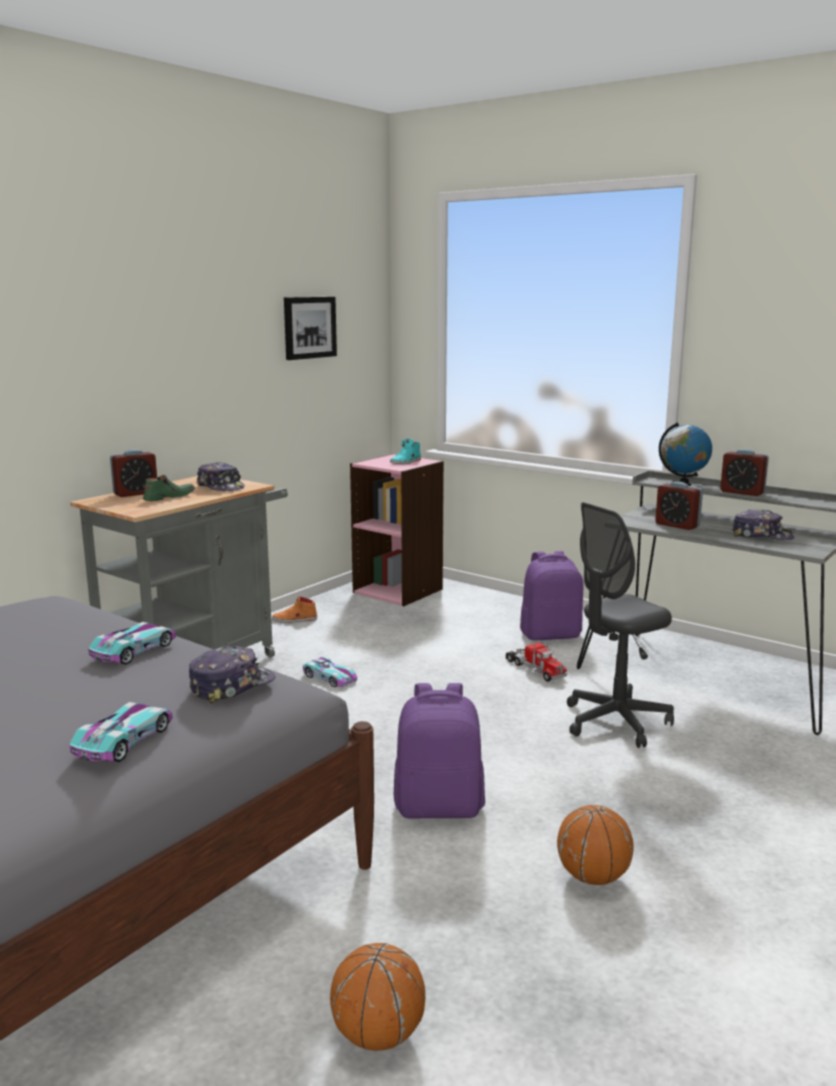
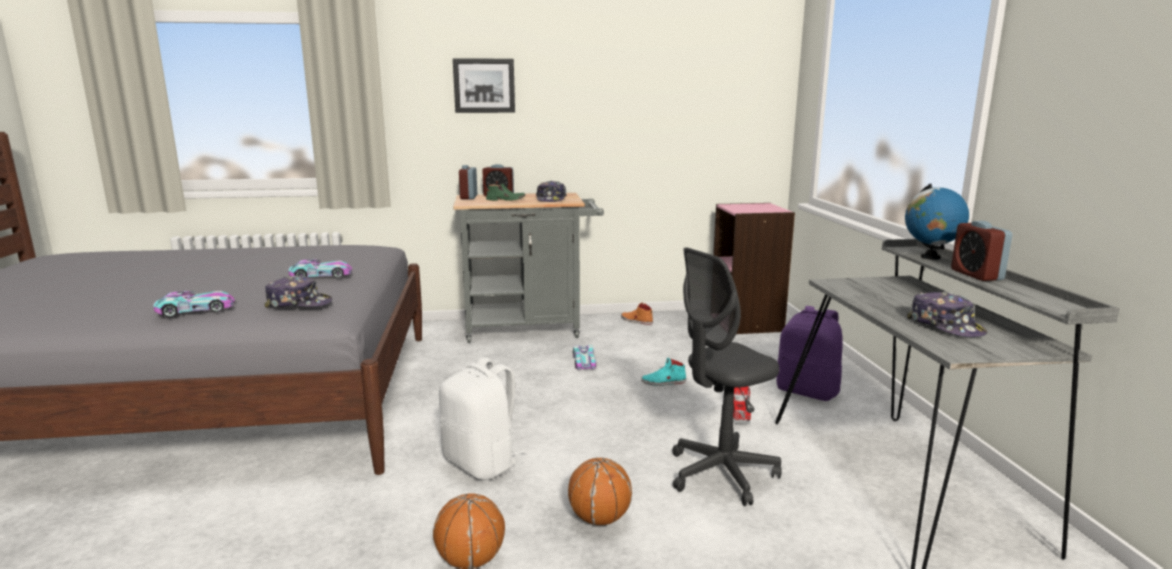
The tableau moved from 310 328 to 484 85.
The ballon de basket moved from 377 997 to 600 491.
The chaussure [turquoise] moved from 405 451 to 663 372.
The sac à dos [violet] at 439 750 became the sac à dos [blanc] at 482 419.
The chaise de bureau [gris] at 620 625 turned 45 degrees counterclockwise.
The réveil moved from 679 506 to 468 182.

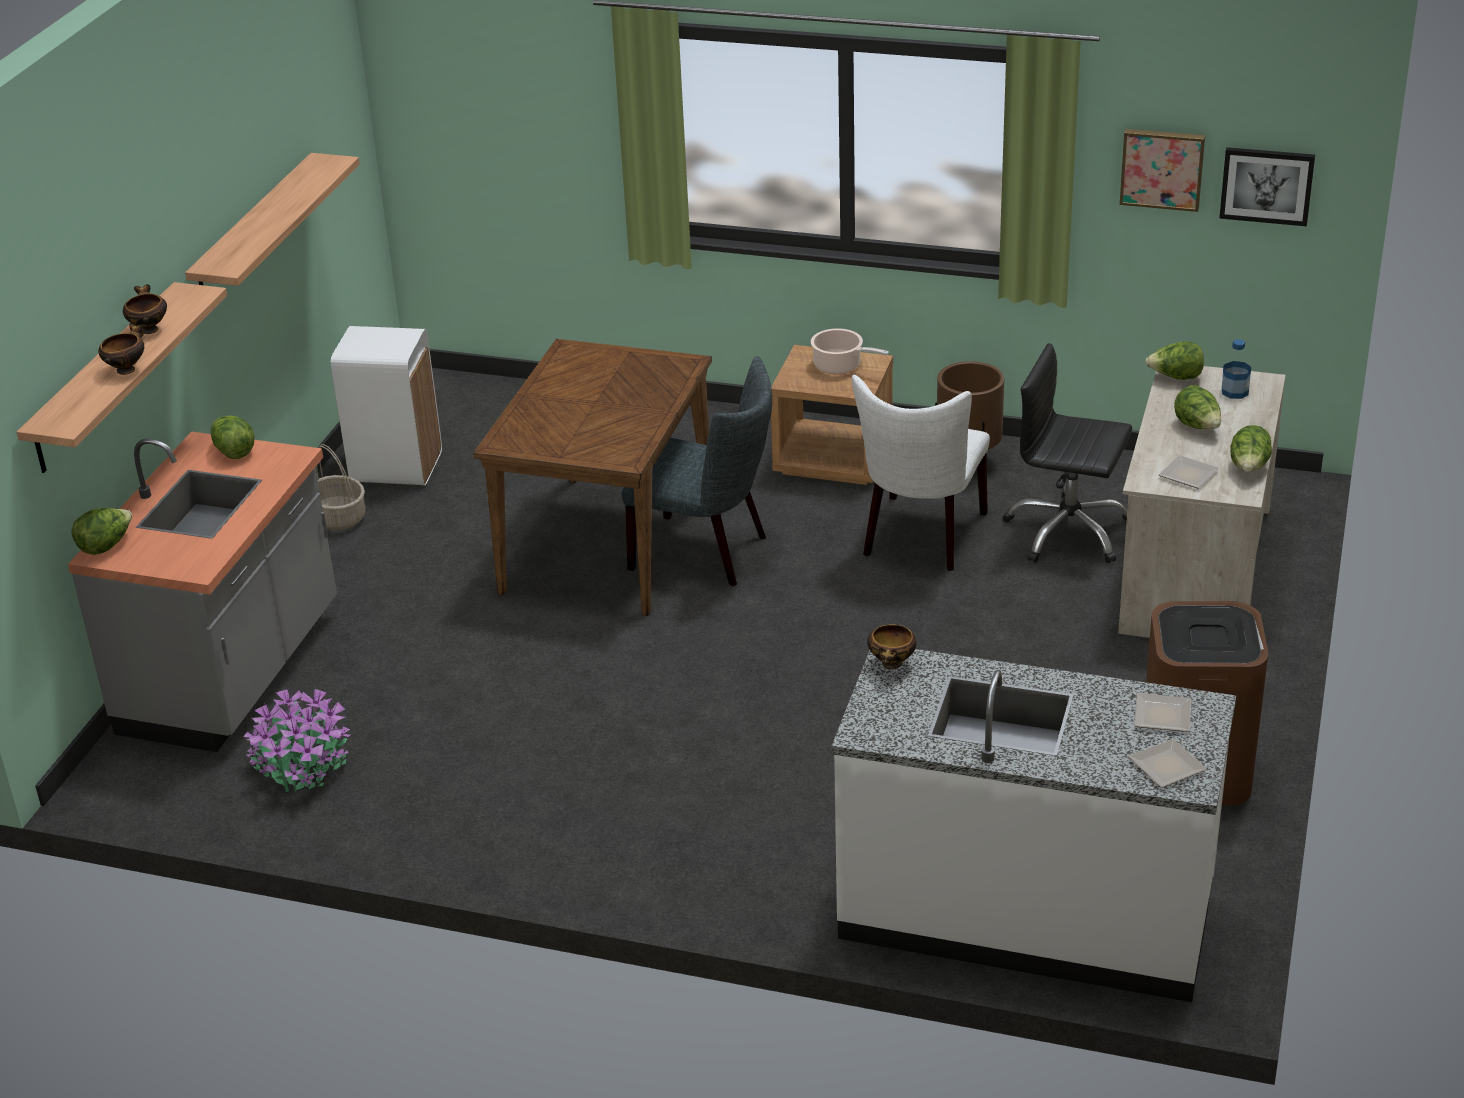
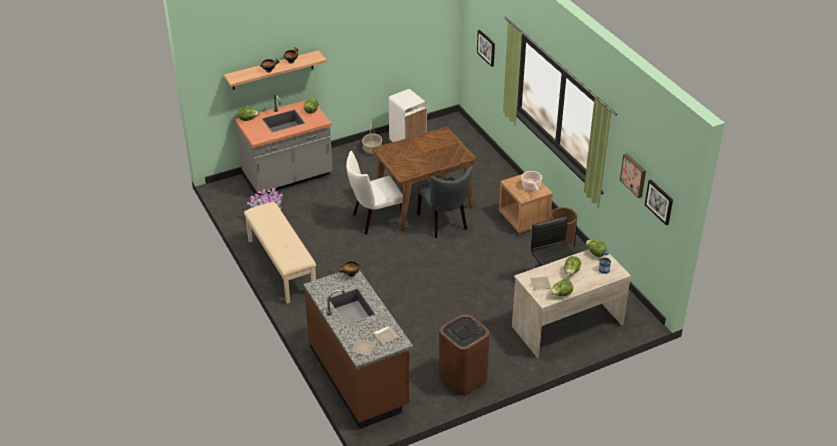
The étagère at 272 219 disappeared.
The comptoir de cuisine [blanc] at 1033 825 became the comptoir de cuisine [marron] at 358 349.
The chaise [blanc] moved from 921 473 to 374 193.
The banc [beige] at 280 253 appeared.
The tableau at 486 48 appeared.

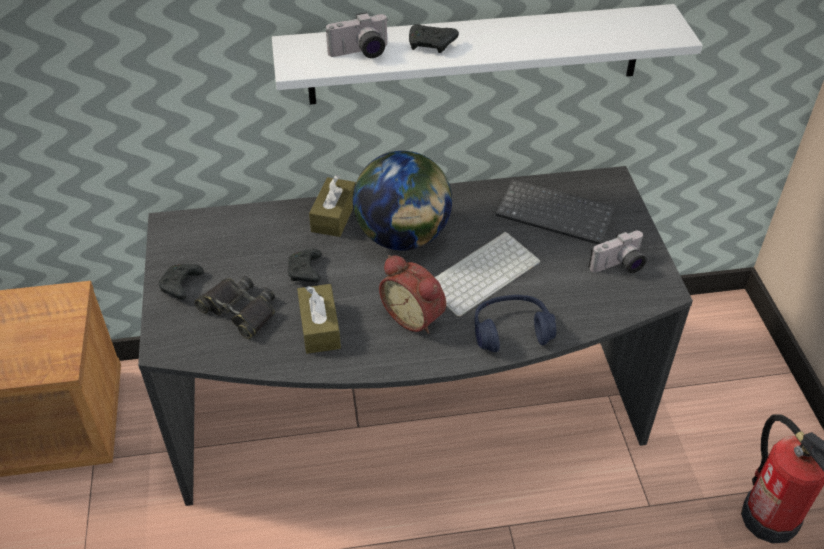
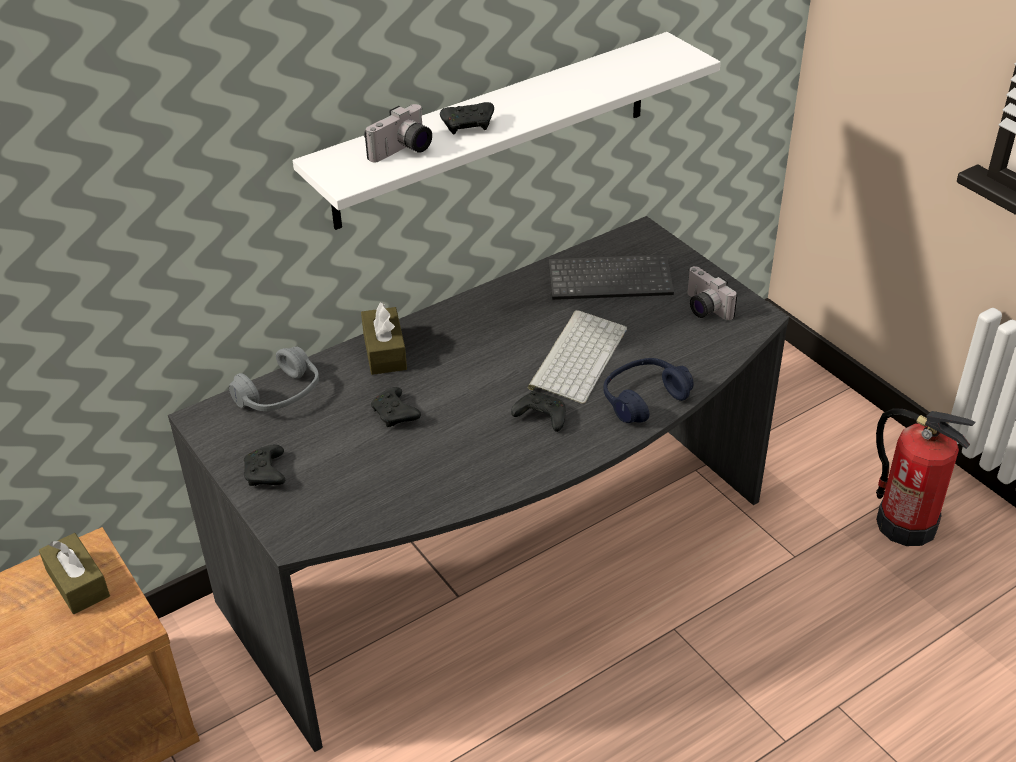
The jumelles [noir] at 235 307 disappeared.
The boîte à mouchoirs [marron] moved from 319 319 to 74 573.
The globe at 402 200 disappeared.
The réveil at 412 294 was replaced by the manette [noir] at 538 411.
The appareil photo at 617 252 turned 105 degrees clockwise.
The casque audio [gris] at 274 379 appeared.

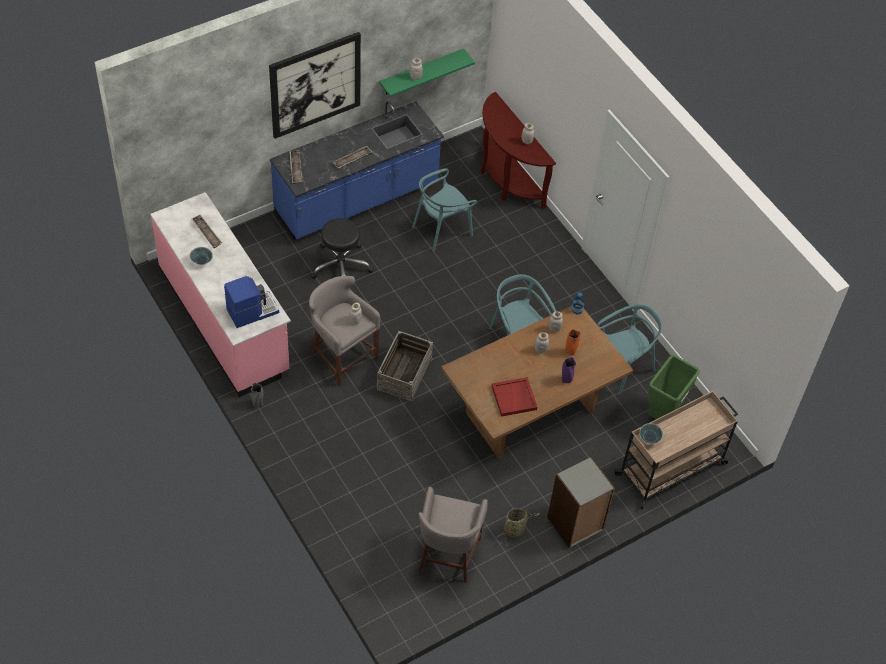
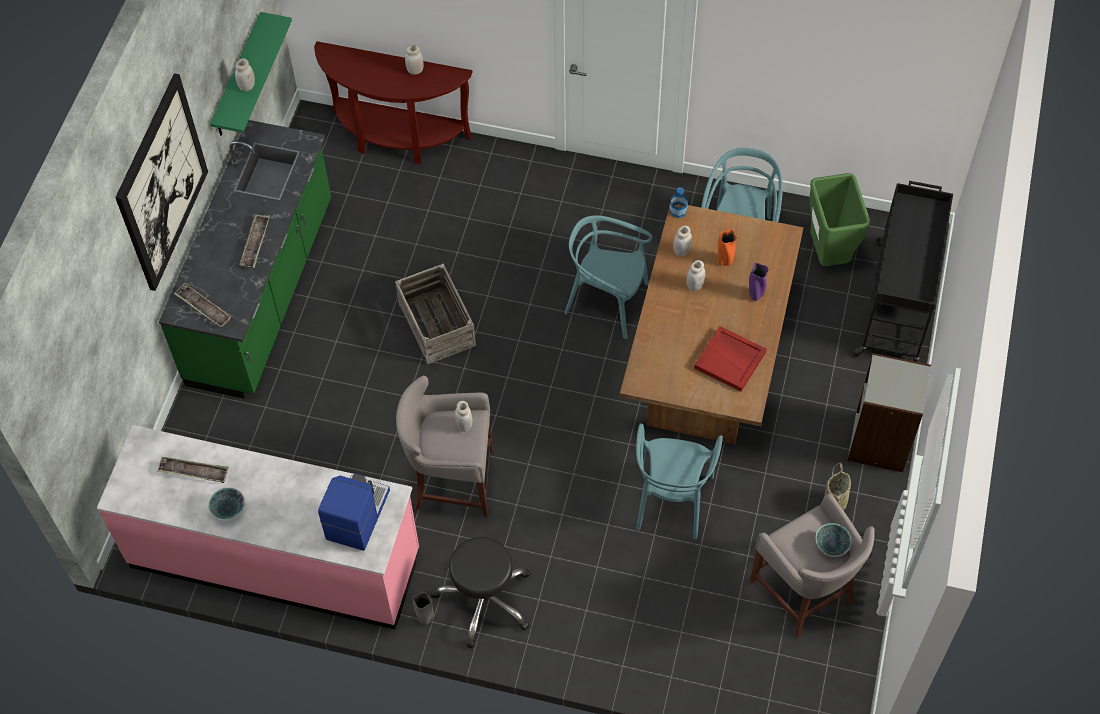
The comptoir de cuisine [bleu] at 357 170 became the comptoir de cuisine [vert] at 245 259.
The tabouret [noir] moved from 342 248 to 481 593.
The caisse moved from 405 366 to 436 313.
The chaise [turquoise] moved from 444 209 to 679 481.
The chariot [beige] at 676 450 became the chariot [noir] at 903 272.
The bol moved from 651 433 to 833 540.

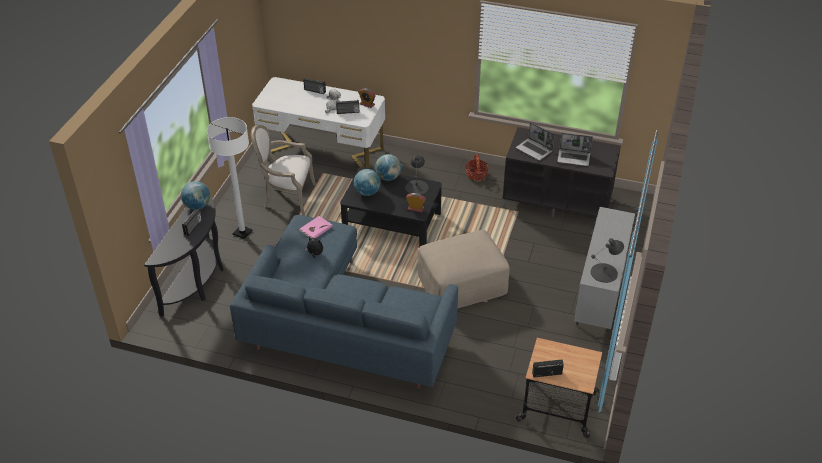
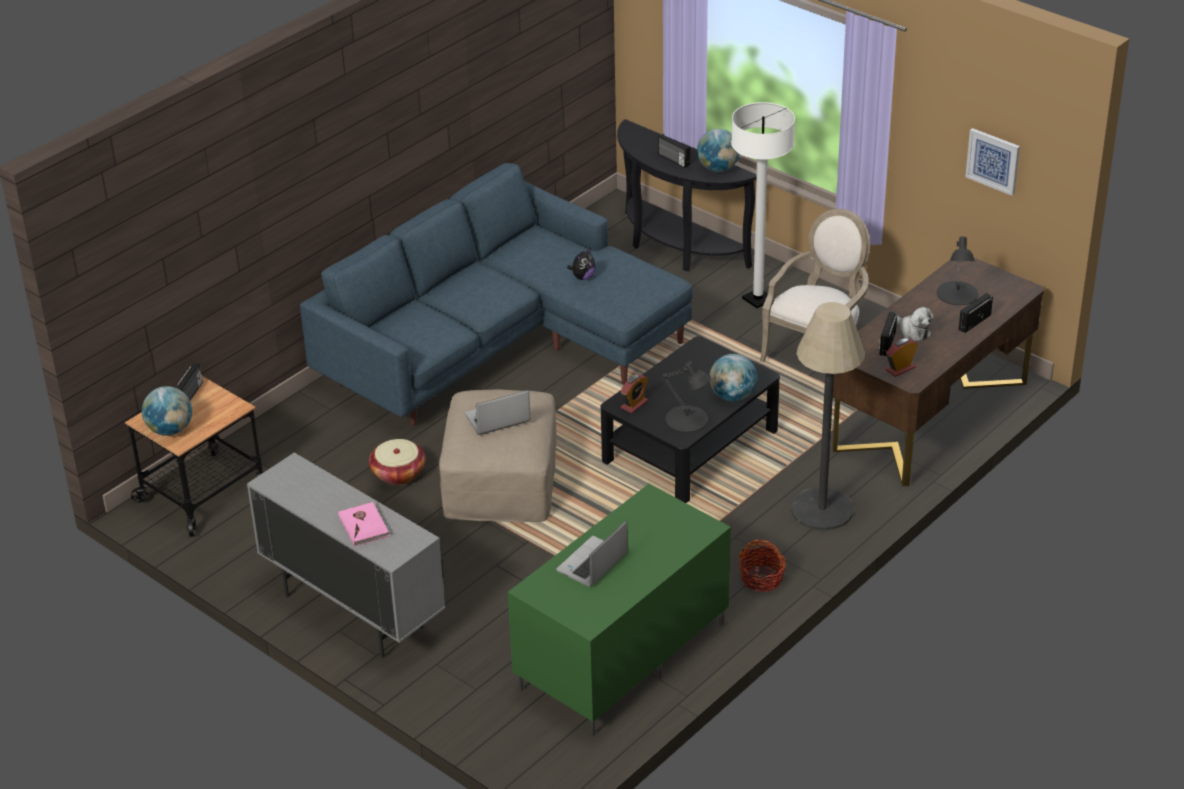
The bureau [blanc] at 318 122 became the bureau [marron] at 938 372.
The livre [rose] moved from 316 227 to 364 524.
The globe moved from 367 182 to 167 411.
The meuble télé [noir] at 562 172 became the meuble télé [vert] at 619 610.
The ordinateur portable moved from 535 141 to 498 412.
The lampe de table [noir] moved from 607 260 to 957 271.
The panier at 397 462 appeared.
The lampadaire at 828 416 appeared.
The tableau at 992 162 appeared.

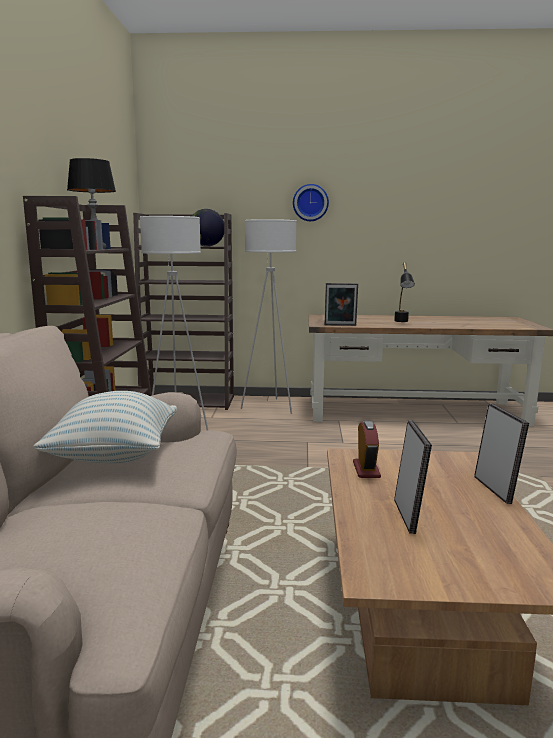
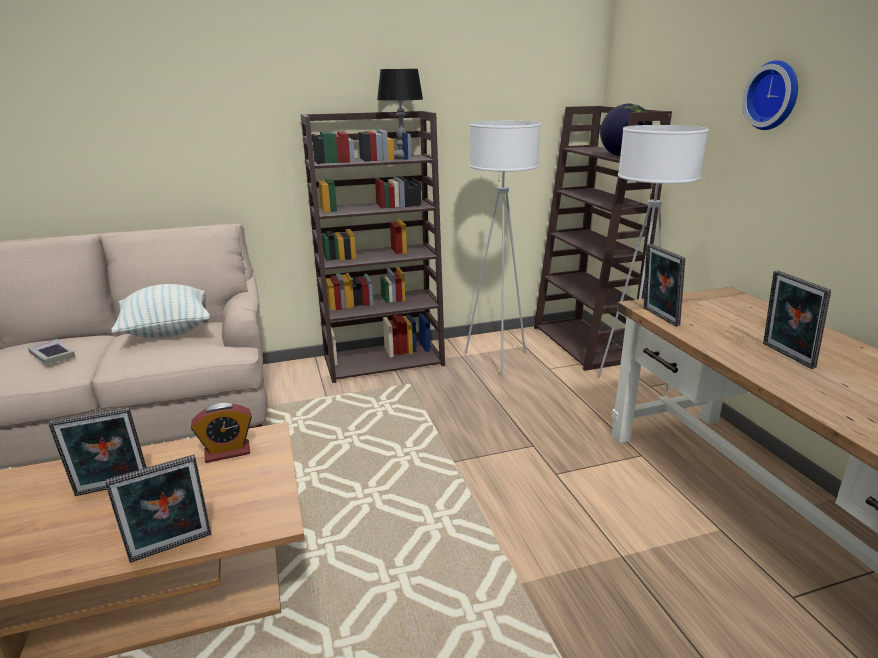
The lampe de table [noir] at 404 292 was replaced by the cadre photo at 797 320.
The livre at 51 351 appeared.

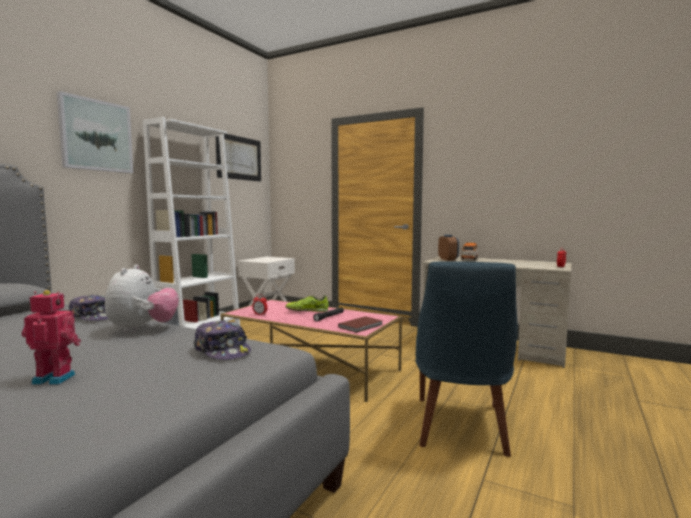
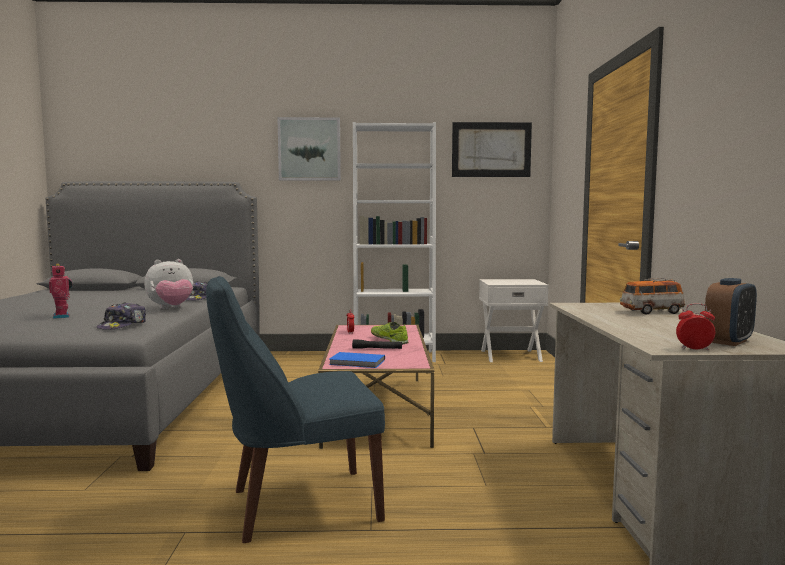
The livre [marron] at 360 324 became the livre [bleu] at 357 360.
The réveil moved from 448 248 to 730 312.

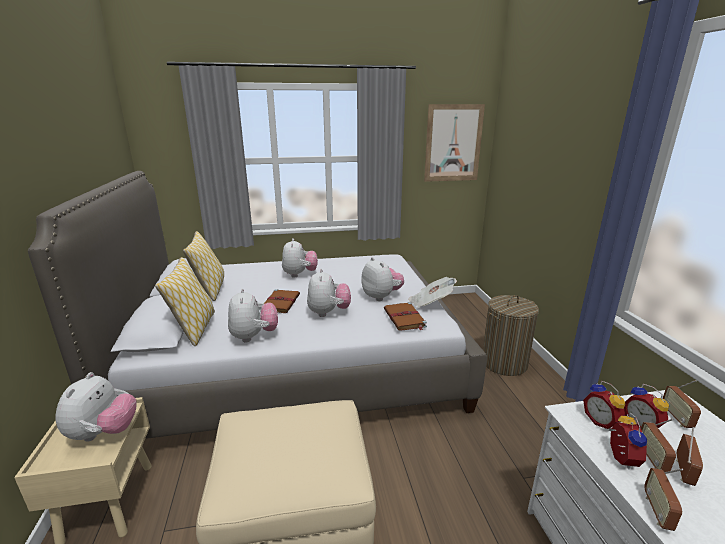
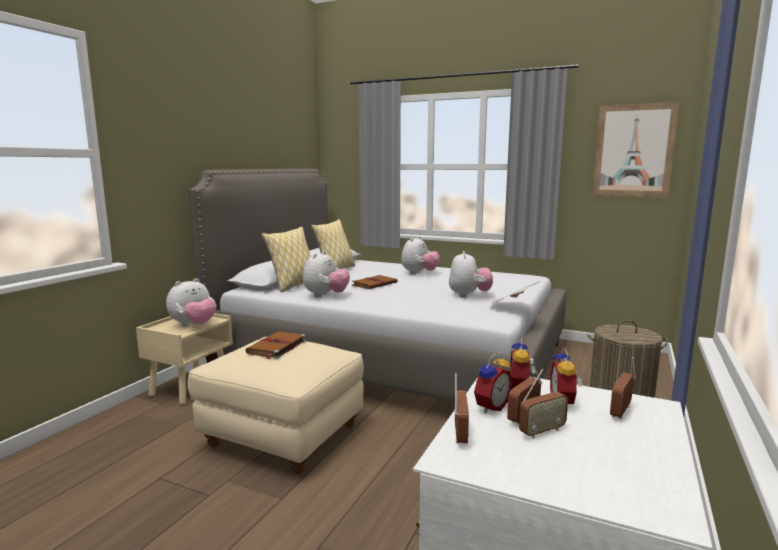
The peluche at 329 293 disappeared.
The livre [marron] moved from 405 316 to 275 345.
The radio at 663 499 turned 135 degrees clockwise.

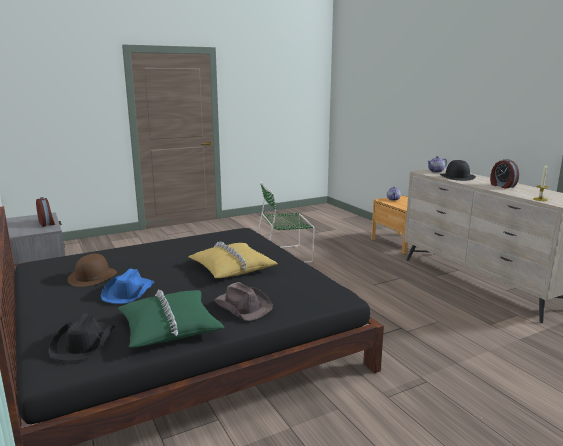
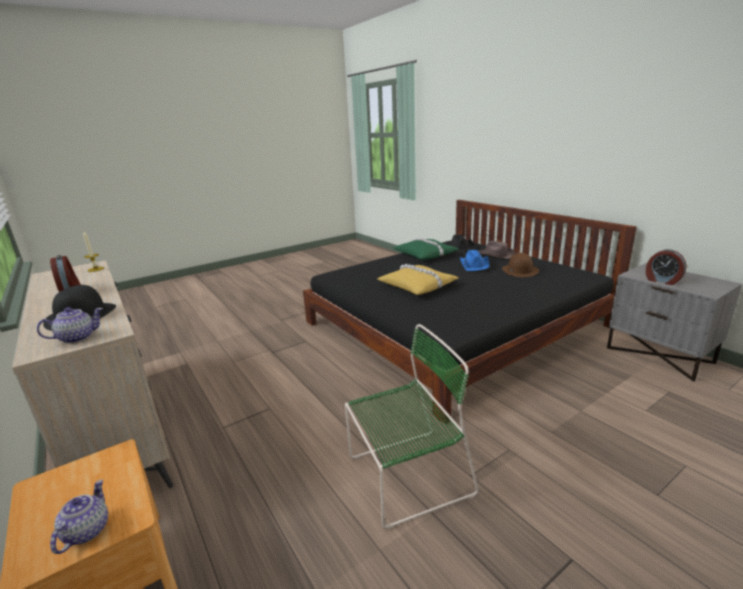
The chapeau [marron] moved from 243 301 to 497 250.

